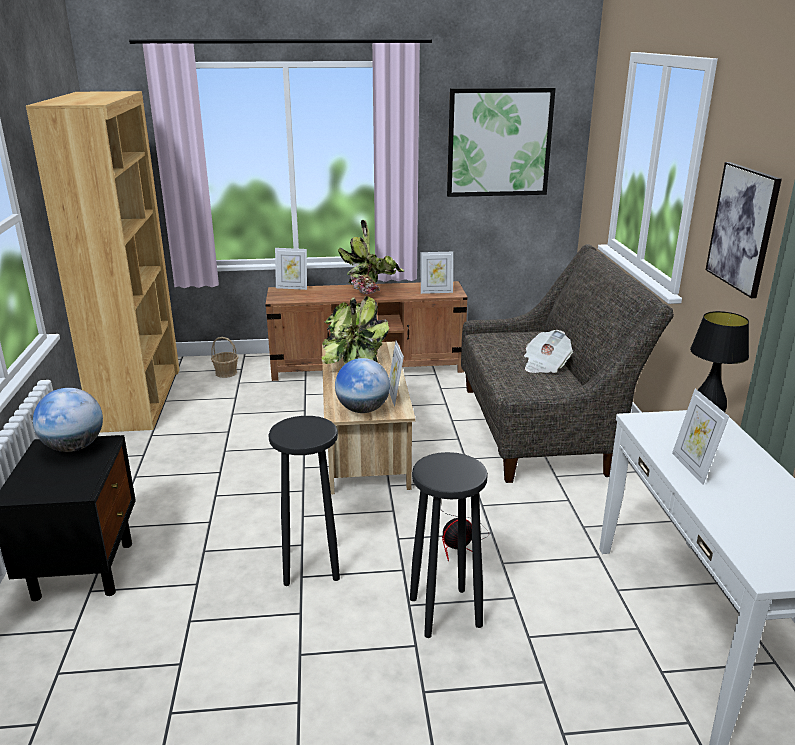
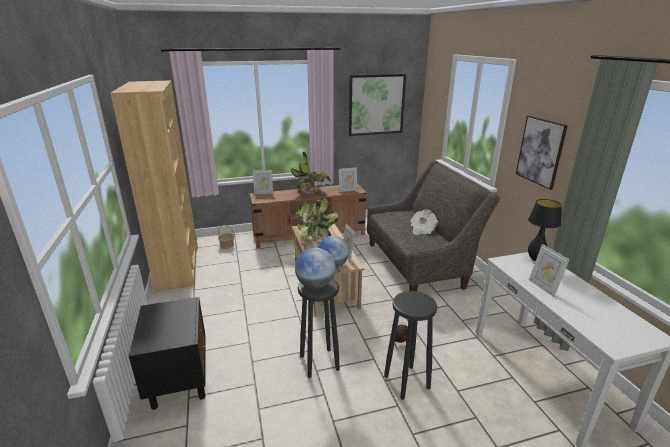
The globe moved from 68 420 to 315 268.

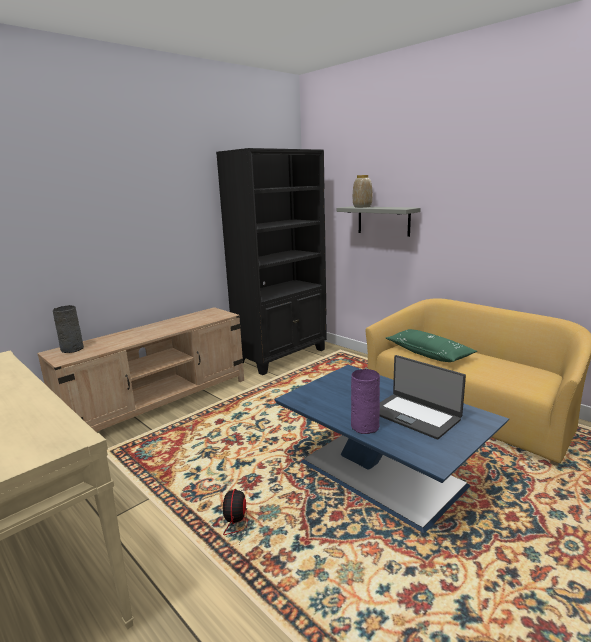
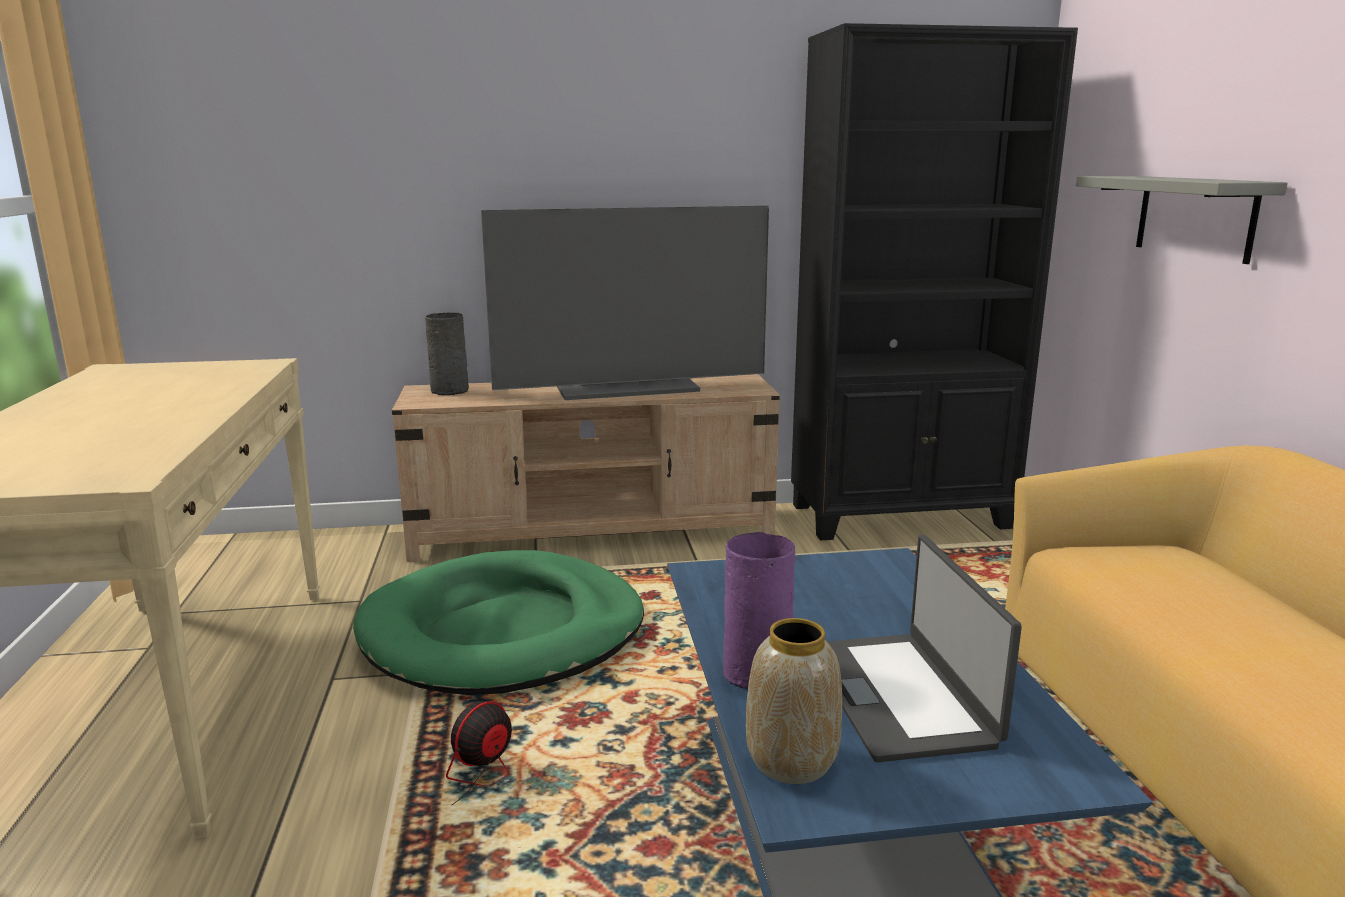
The vase moved from 362 191 to 794 701.
The coussin [vert] at 431 345 disappeared.
The panier pour chien [vert] at 498 622 appeared.
The téléviseur at 625 303 appeared.

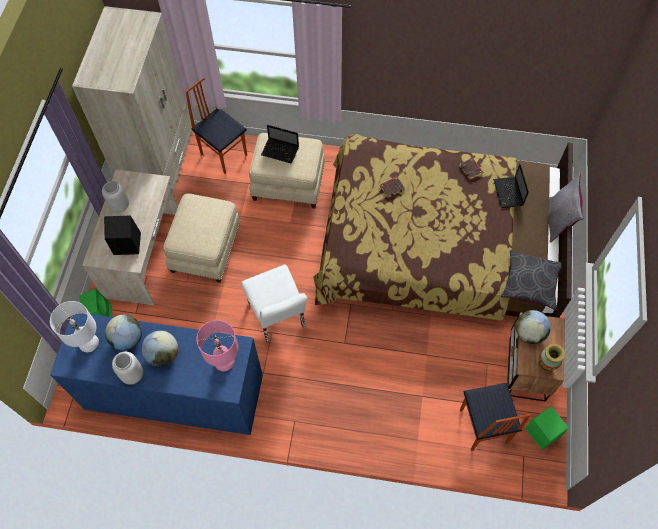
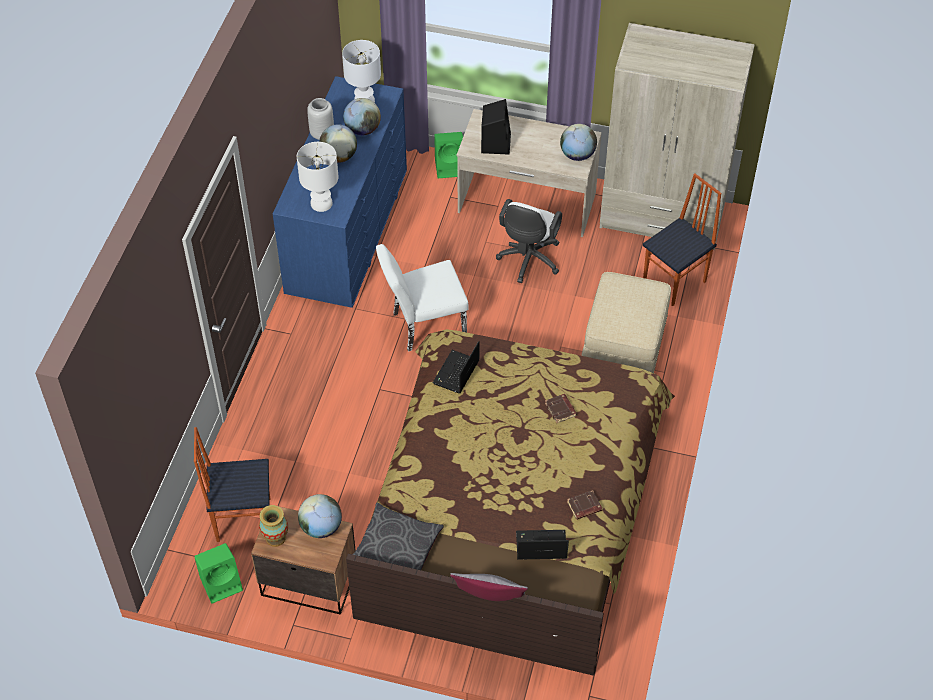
The vase [gris] at 115 197 disappeared.
The pouf [beige] at 202 238 was replaced by the chaise de bureau [blanc] at 529 241.
The lampe de table [rose] at 217 345 became the lampe de table [blanc] at 317 177.
The ordinateur portable moved from 280 144 to 456 367.
The globe at 578 142 appeared.

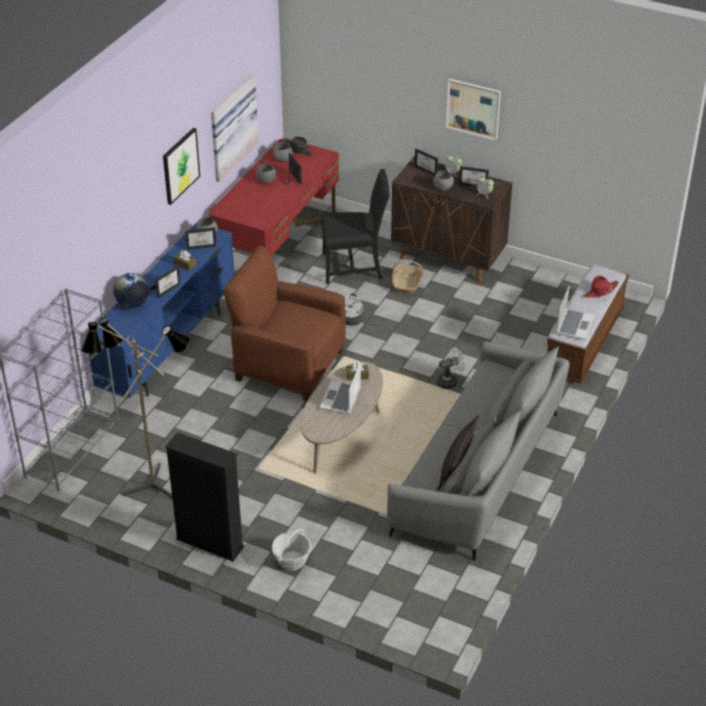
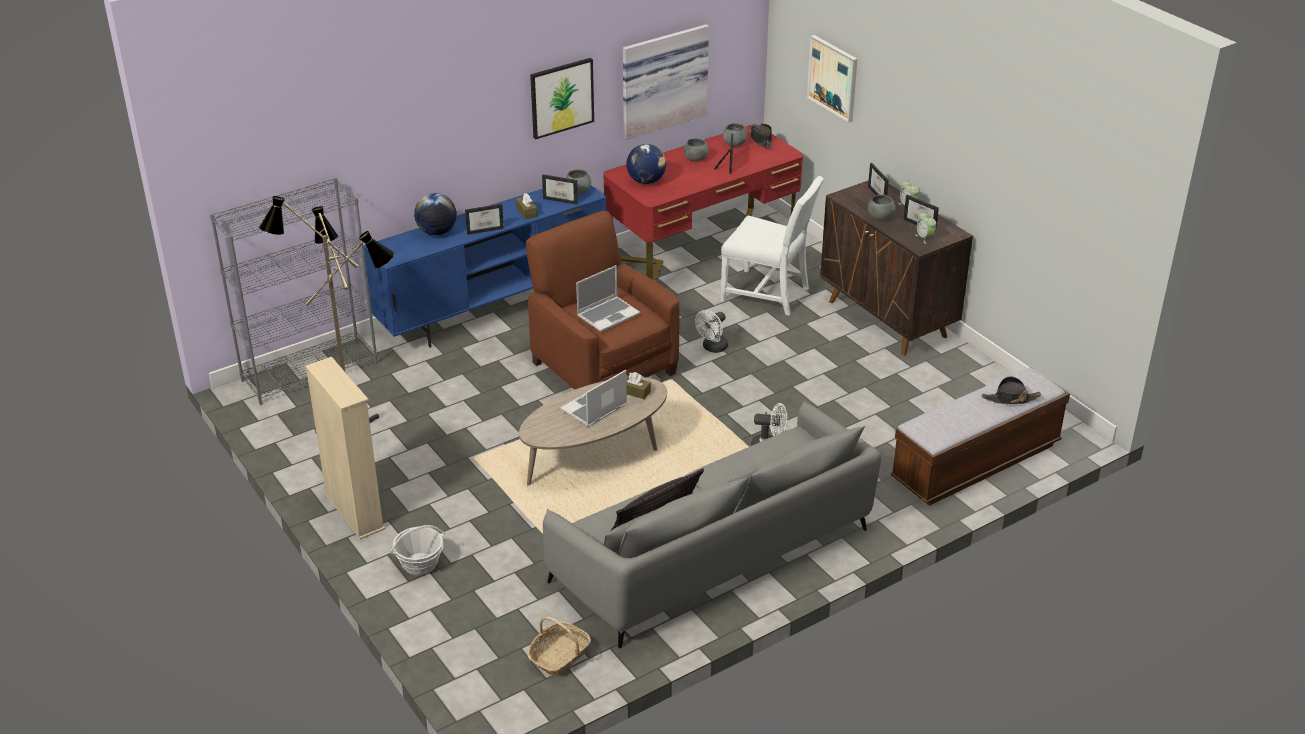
The bibliothèque [noir] at 204 496 became the bibliothèque [beige] at 345 448.
The chaise [noir] at 355 226 became the chaise [blanc] at 772 245.
The panier moved from 407 277 to 559 646.
The tableau moved from 473 109 to 832 78.
The ordinateur portable moved from 575 313 to 608 298.
The chapeau [rouge] at 601 287 became the chapeau [noir] at 1011 390.
The globe at 646 164 appeared.

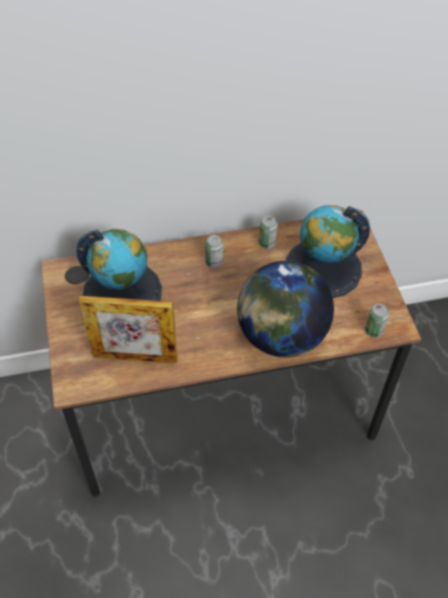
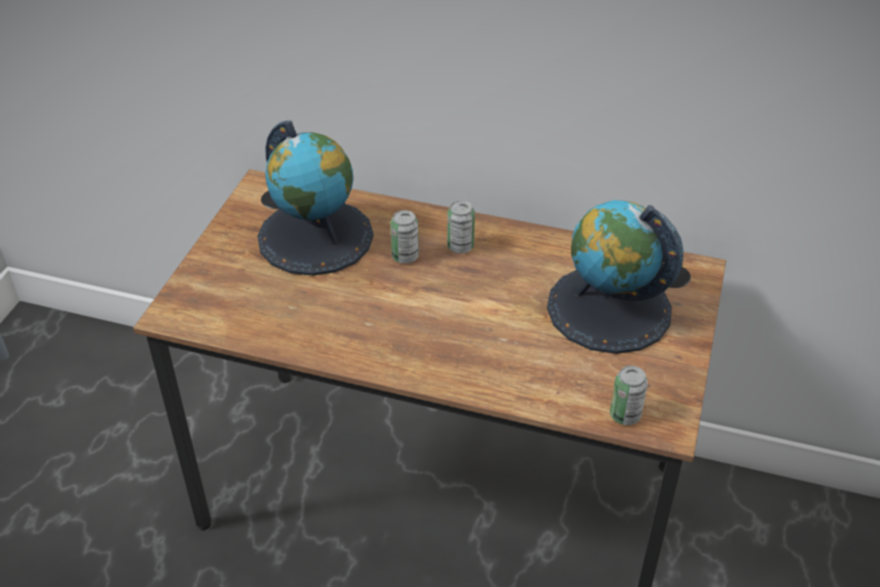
The cadre photo at 128 329 disappeared.
The globe at 285 309 disappeared.
The boîte métallique moved from 268 232 to 404 237.

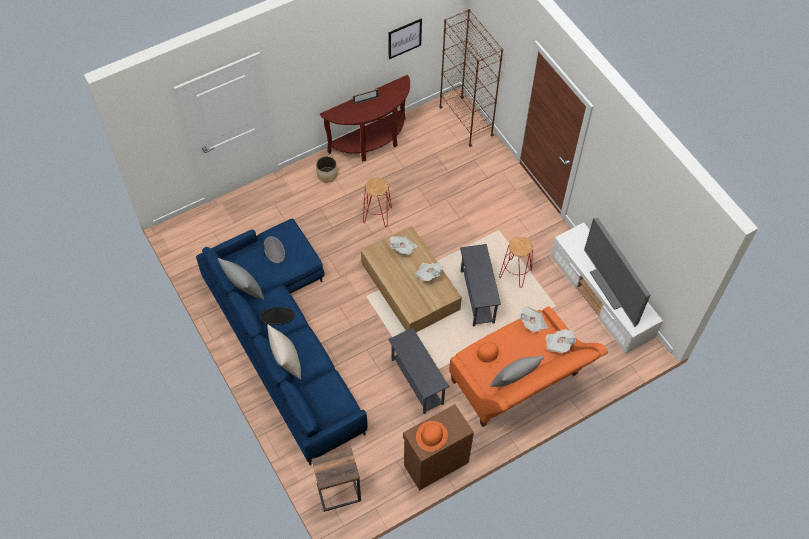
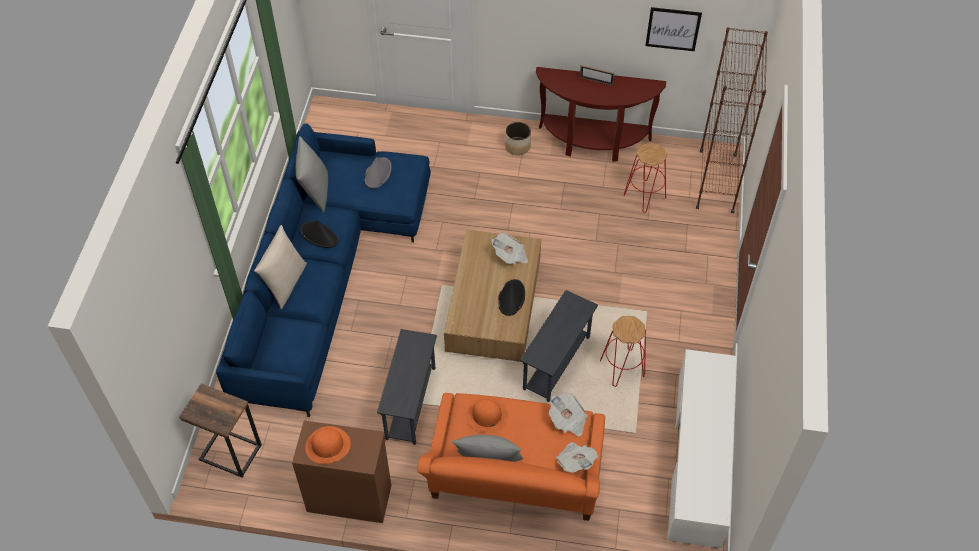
The tabouret [rouge] moved from 377 202 to 646 178.
The journal at 429 272 was replaced by the chapeau [noir] at 511 297.
The téléviseur at 617 272 disappeared.

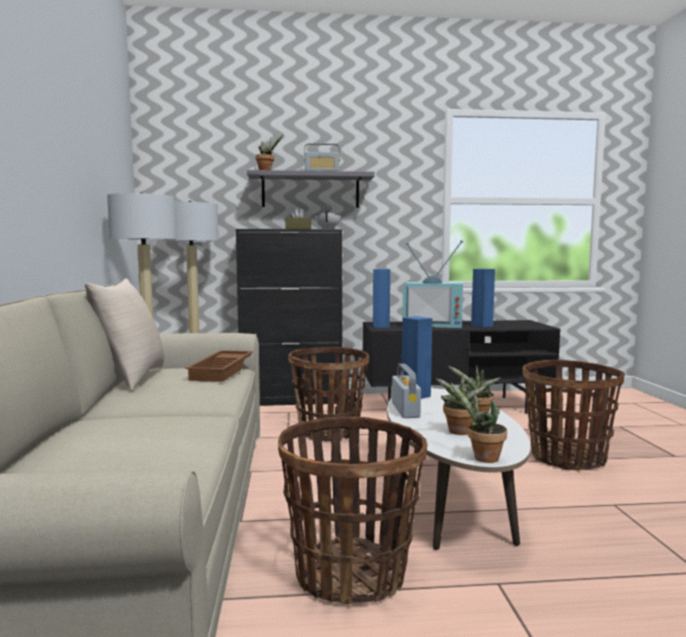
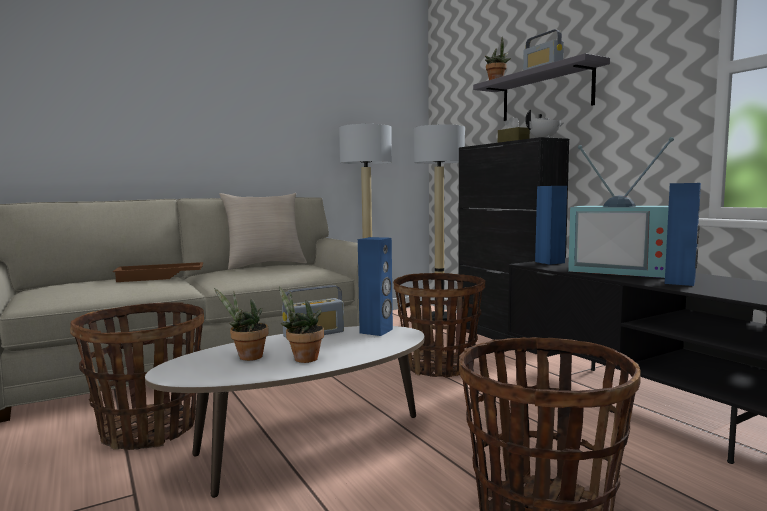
The plateau [marron] moved from 219 366 to 158 272.
The téléviseur at 433 284 turned 45 degrees counterclockwise.
The plante en pot at 479 423 disappeared.

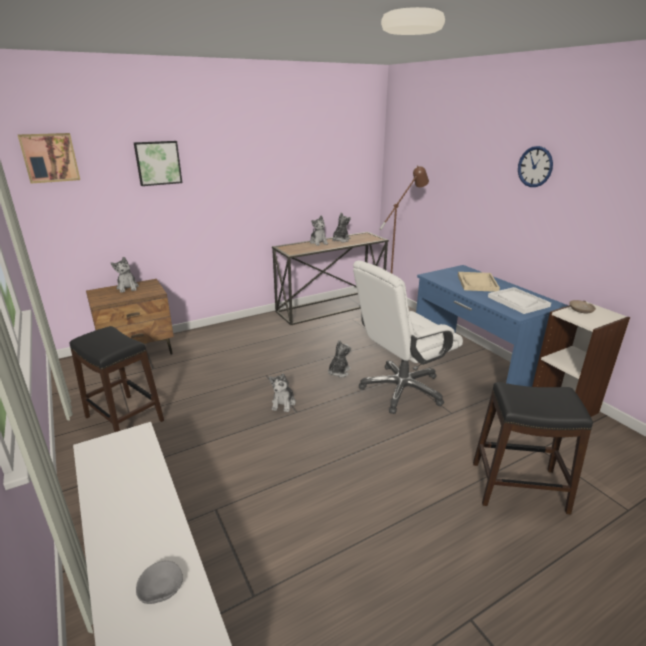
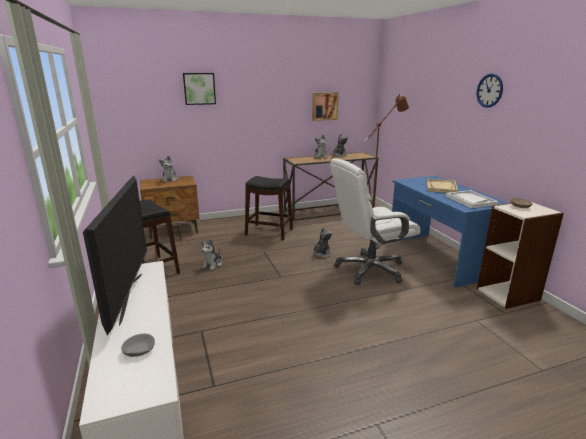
The tableau moved from 49 158 to 325 106.
The peluche moved from 282 392 to 211 254.
The tabouret [noir] moved from 533 448 to 269 208.
The téléviseur at 115 255 appeared.

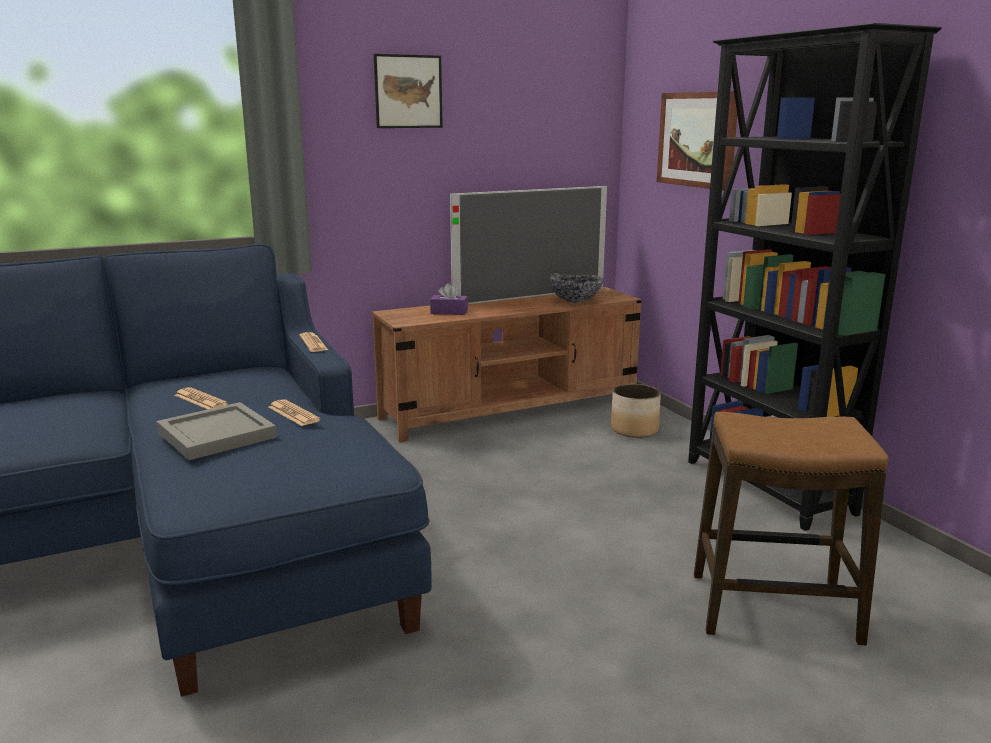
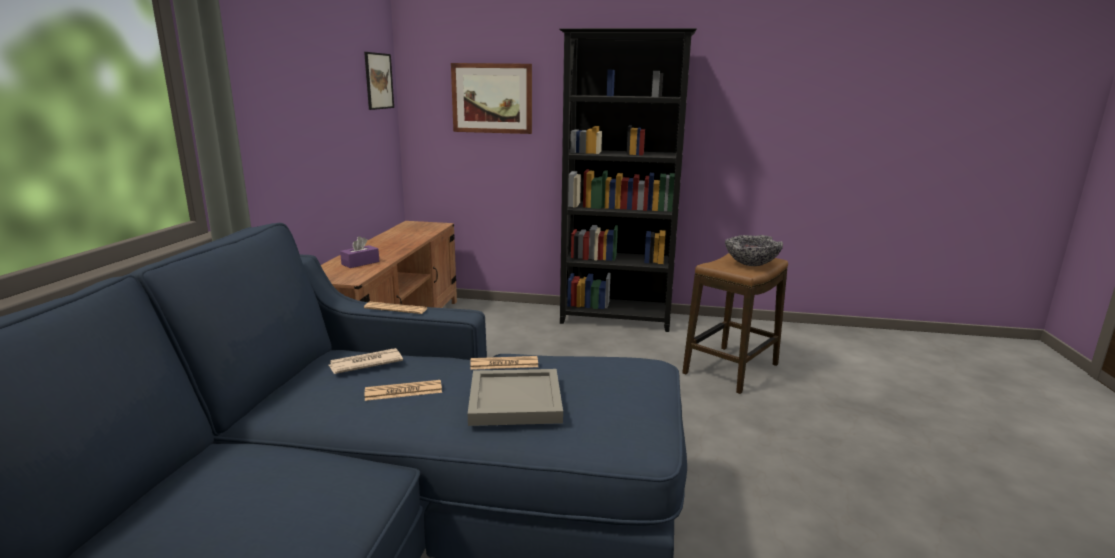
The tableau moved from 408 91 to 379 81.
The téléviseur at 528 245 disappeared.
The bol moved from 576 288 to 754 250.
The cache-pot at 636 411 disappeared.
The journal at 366 361 appeared.

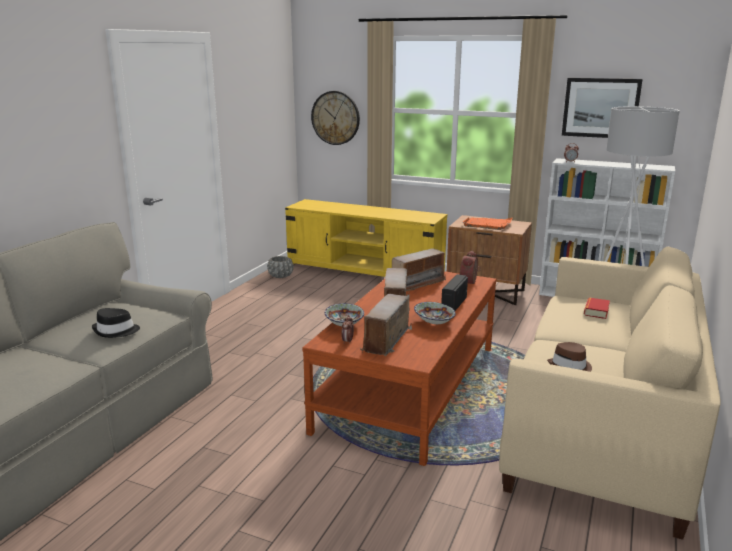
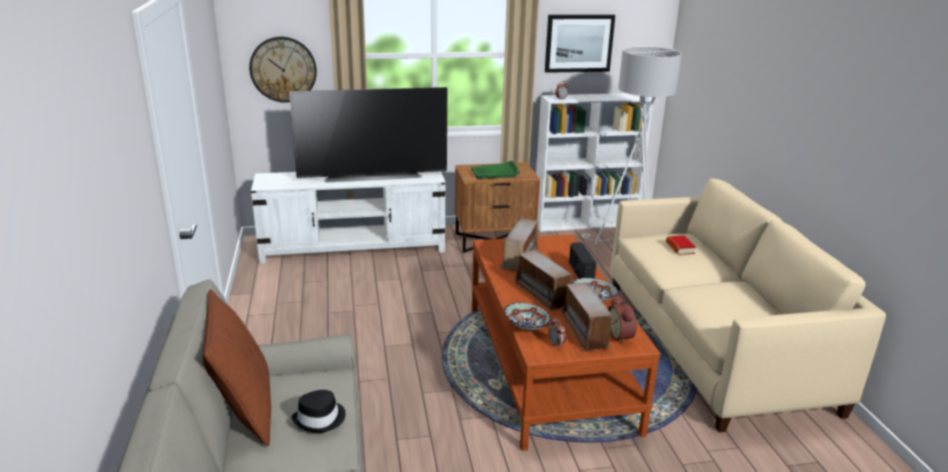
The cache-pot [gris] at 280 267 disappeared.
The meuble télé [jaune] at 366 238 became the meuble télé [blanc] at 348 218.
The réveil moved from 470 267 to 622 320.
The plateau [orange] at 488 224 became the plateau [vert] at 495 170.
The chapeau [marron] at 569 357 disappeared.
The coussin [marron] at 237 367 appeared.
The téléviseur at 368 135 appeared.

